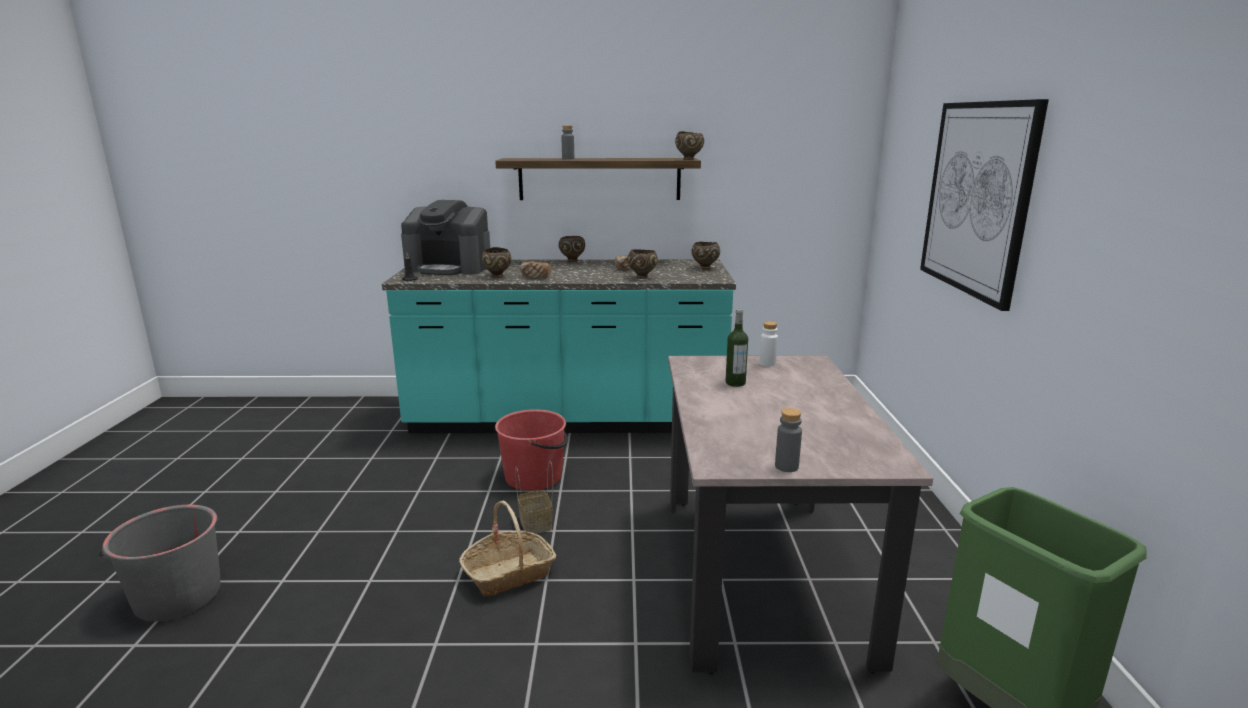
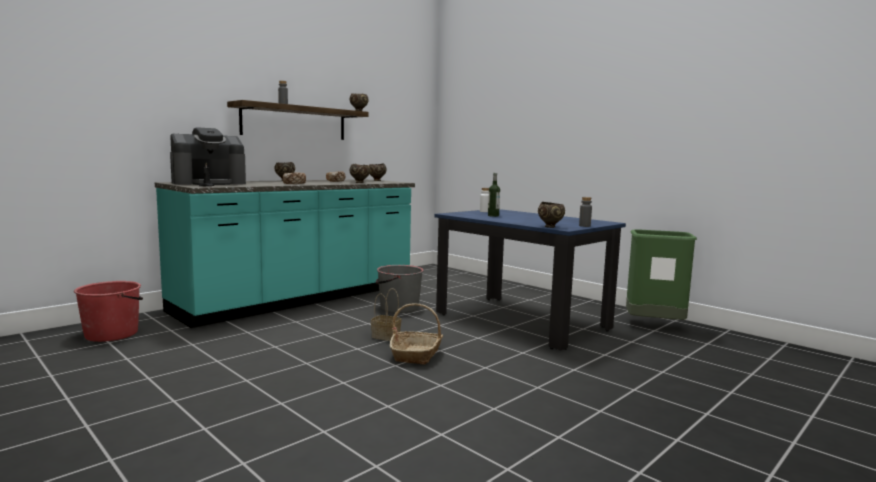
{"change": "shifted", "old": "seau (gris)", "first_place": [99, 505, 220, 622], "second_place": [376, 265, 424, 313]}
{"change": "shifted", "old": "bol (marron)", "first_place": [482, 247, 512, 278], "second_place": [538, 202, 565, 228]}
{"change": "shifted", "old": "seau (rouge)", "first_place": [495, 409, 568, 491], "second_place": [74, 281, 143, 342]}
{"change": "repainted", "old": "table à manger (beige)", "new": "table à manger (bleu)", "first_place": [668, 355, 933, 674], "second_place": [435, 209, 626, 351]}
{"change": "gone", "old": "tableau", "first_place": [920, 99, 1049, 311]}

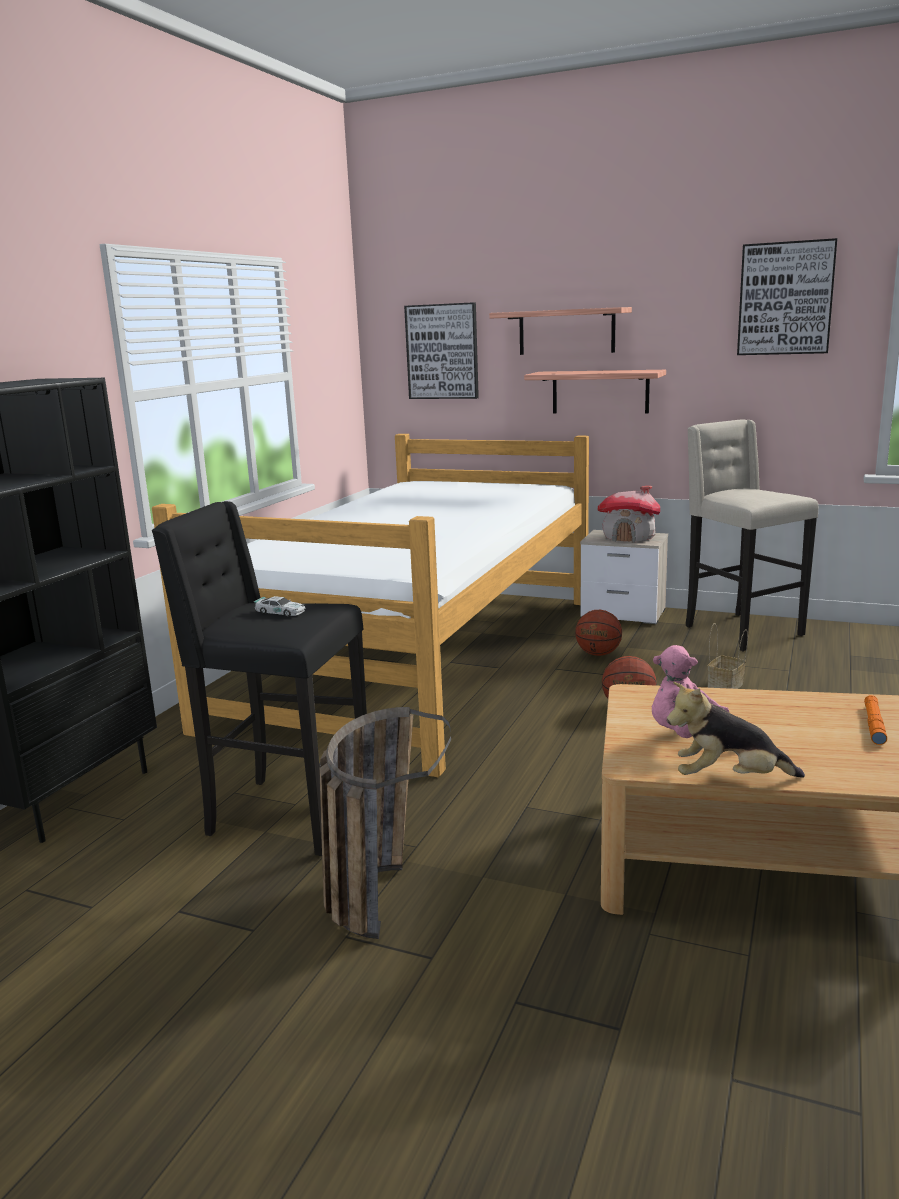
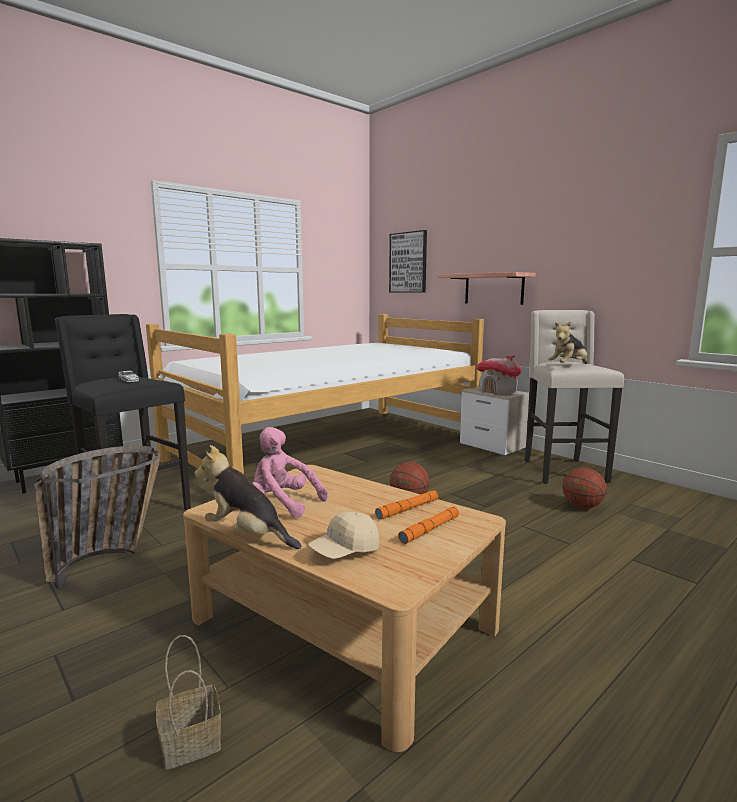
{"change": "gone", "old": "étagère", "first_place": [489, 307, 632, 355]}
{"change": "shifted", "old": "ballon de basket", "first_place": [575, 610, 622, 656], "second_place": [562, 467, 607, 509]}
{"change": "shifted", "old": "panier", "first_place": [707, 623, 748, 689], "second_place": [156, 635, 221, 770]}
{"change": "gone", "old": "tableau", "first_place": [737, 238, 837, 355]}
{"change": "new", "new": "casquette (beige)", "second_place": [308, 512, 379, 559]}
{"change": "new", "new": "lampe de poche (orange)", "second_place": [375, 490, 438, 520]}
{"change": "new", "new": "peluche", "second_place": [548, 321, 587, 364]}

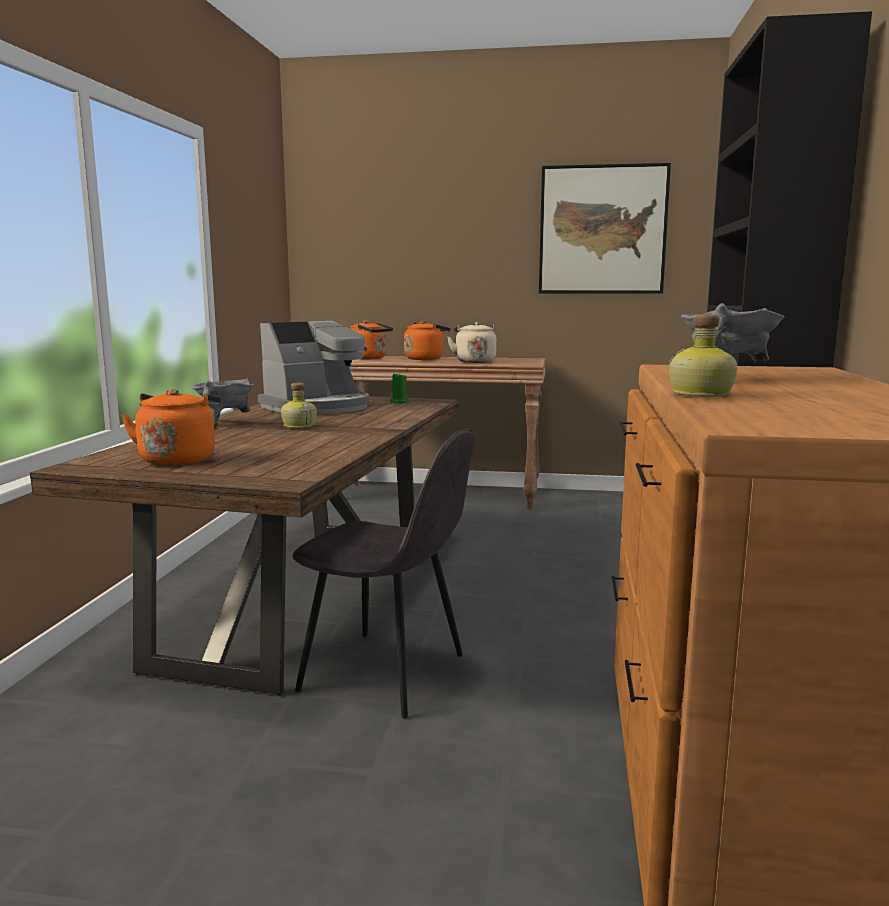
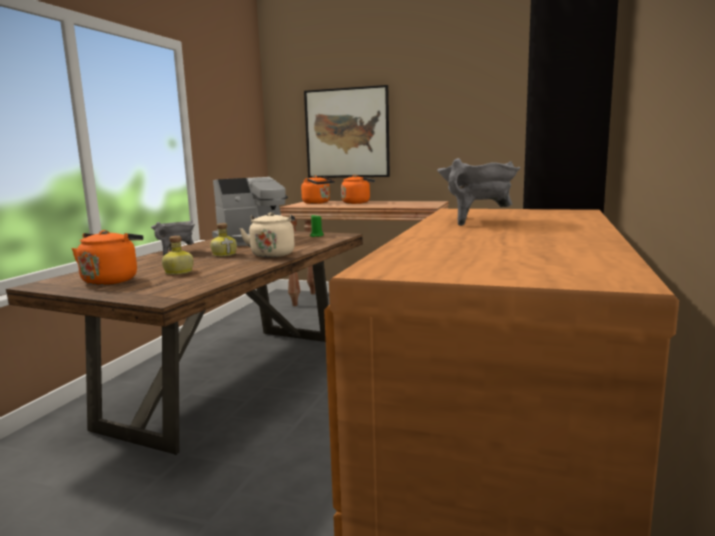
{"change": "gone", "old": "chaise (gris)", "first_place": [292, 429, 475, 718]}
{"change": "shifted", "old": "bouilloire (beige)", "first_place": [448, 322, 496, 363], "second_place": [240, 212, 295, 257]}
{"change": "shifted", "old": "tableau", "first_place": [539, 163, 671, 294], "second_place": [304, 85, 390, 178]}
{"change": "shifted", "old": "bouteille", "first_place": [669, 314, 738, 397], "second_place": [162, 236, 193, 275]}

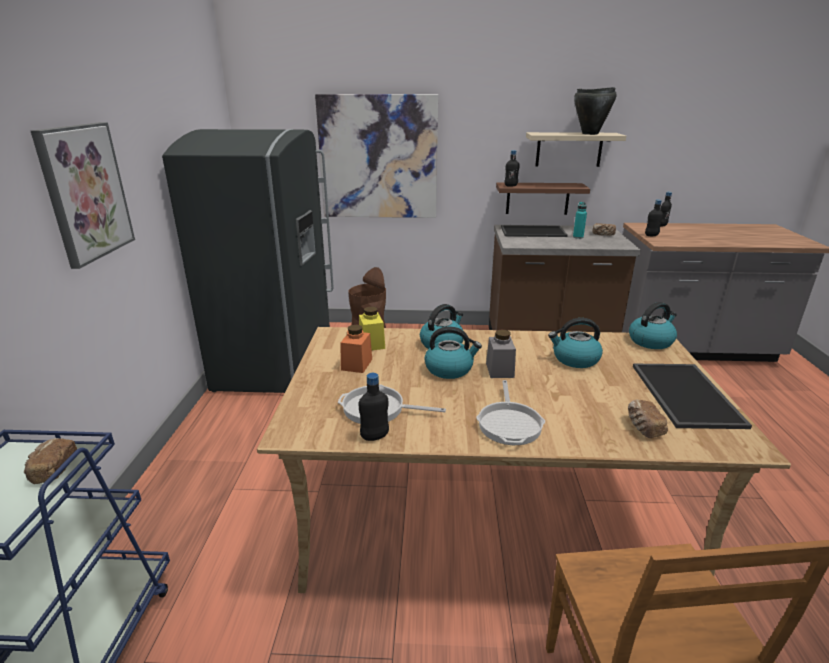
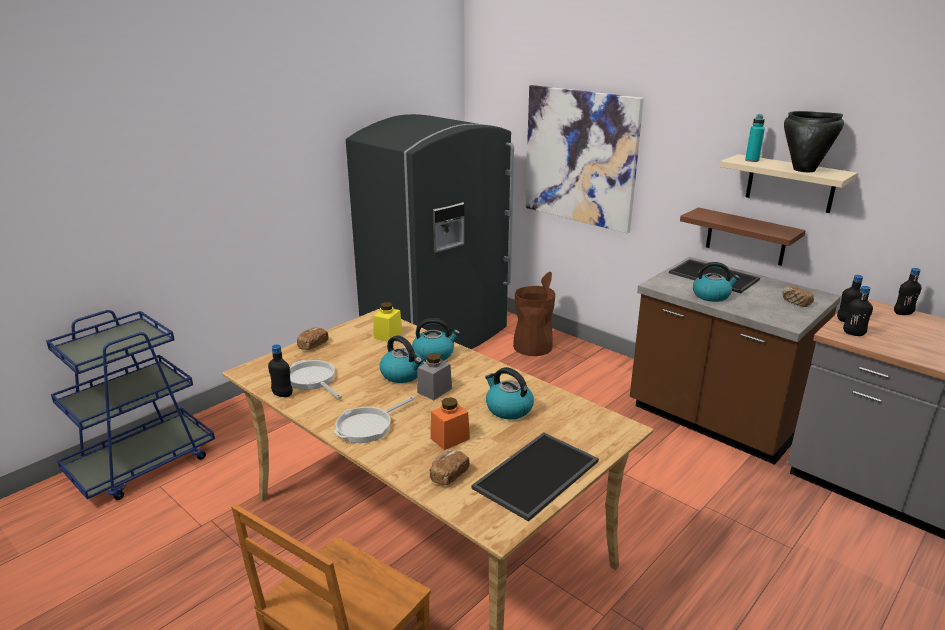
{"change": "shifted", "old": "pain", "first_place": [24, 438, 77, 484], "second_place": [297, 327, 329, 350]}
{"change": "gone", "old": "tableau", "first_place": [31, 122, 135, 269]}
{"change": "shifted", "old": "bocal (orange)", "first_place": [340, 325, 372, 373], "second_place": [430, 397, 470, 450]}
{"change": "shifted", "old": "bouteille (noir)", "first_place": [505, 150, 520, 186], "second_place": [843, 286, 873, 336]}
{"change": "shifted", "old": "bouteille (turquoise)", "first_place": [573, 202, 587, 239], "second_place": [745, 114, 765, 162]}
{"change": "shifted", "old": "bouilloire", "first_place": [629, 302, 677, 349], "second_place": [693, 262, 740, 302]}

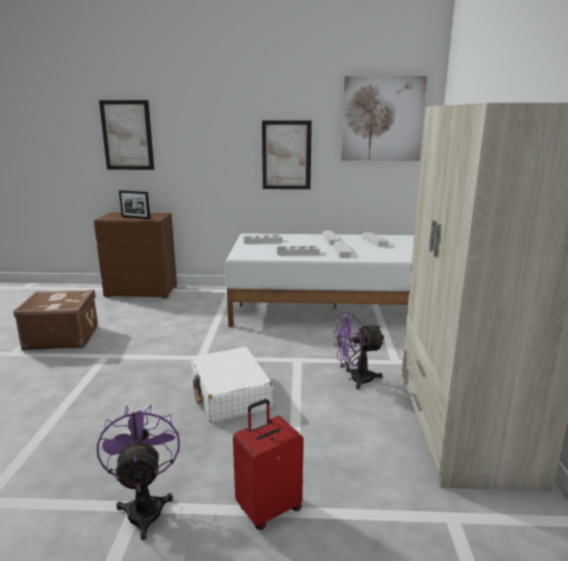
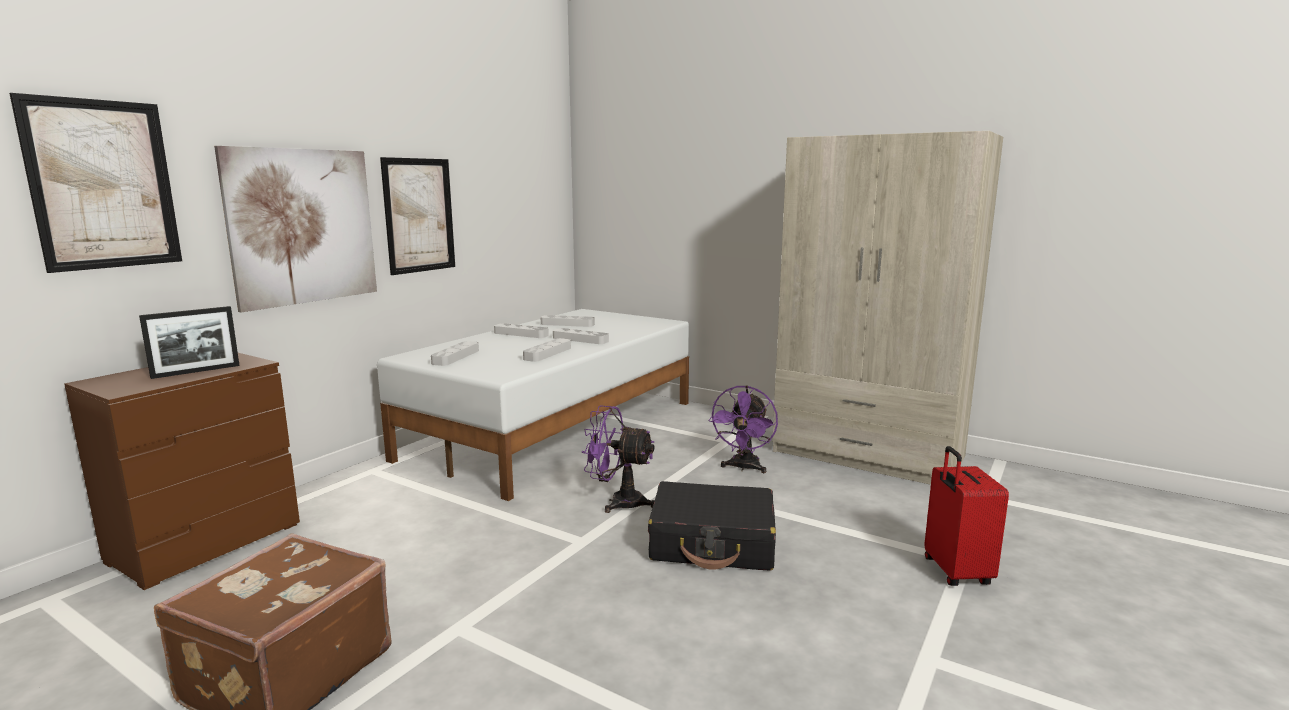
{"change": "shifted", "old": "ventilateur (violet)", "first_place": [97, 404, 180, 540], "second_place": [582, 405, 655, 513]}
{"change": "repainted", "old": "valise (blanc)", "new": "valise (noir)", "first_place": [191, 347, 273, 423], "second_place": [648, 481, 776, 570]}
{"change": "shifted", "old": "tableau", "first_place": [341, 76, 427, 161], "second_place": [214, 146, 377, 313]}

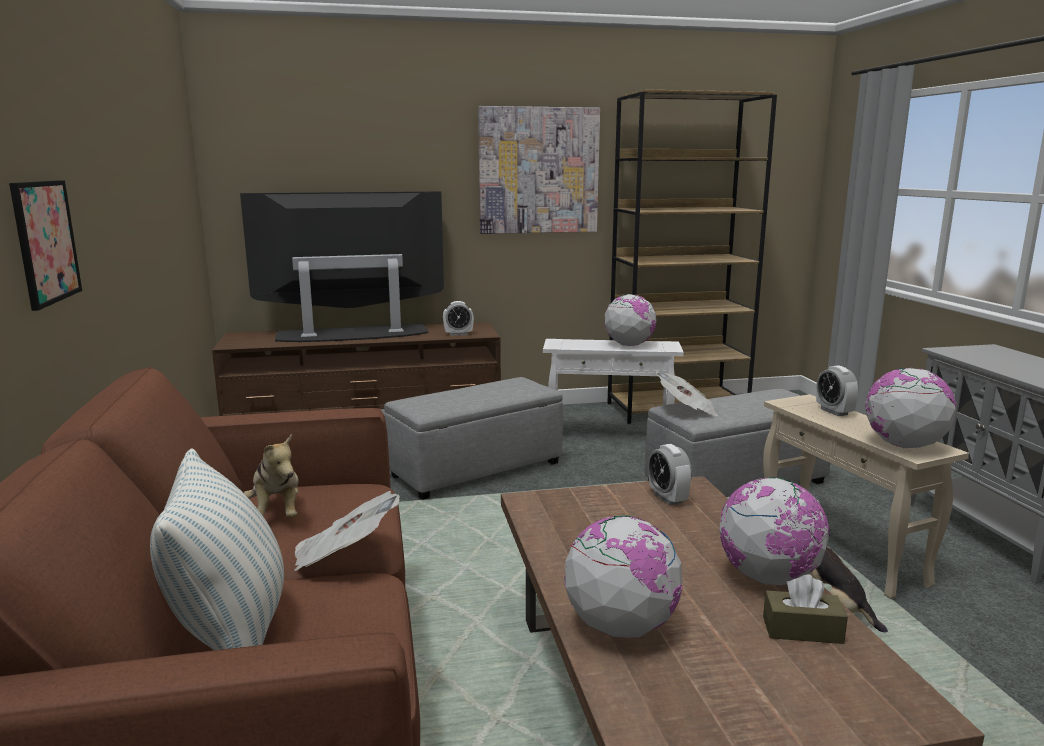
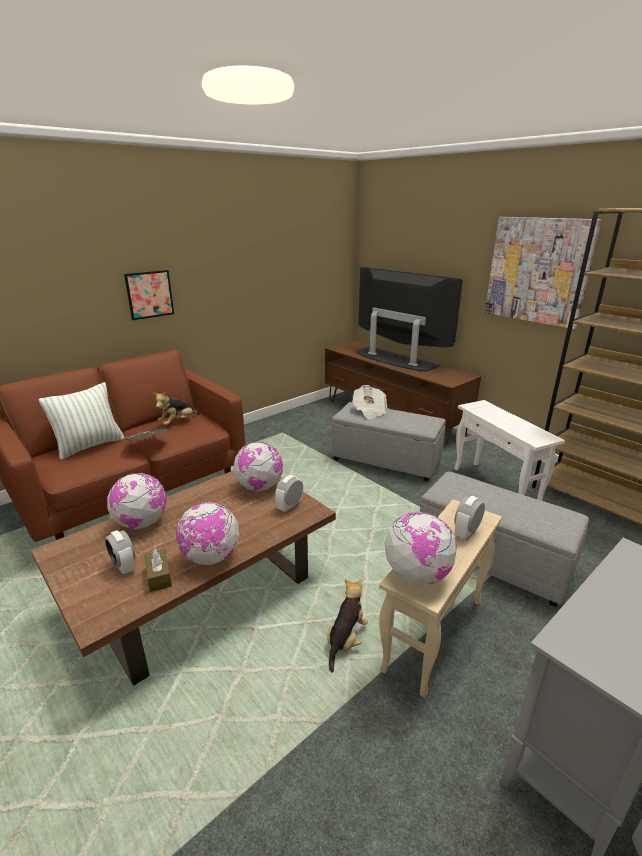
{"change": "shifted", "old": "réveil", "first_place": [443, 301, 474, 336], "second_place": [105, 530, 136, 575]}
{"change": "shifted", "old": "globe", "first_place": [604, 294, 656, 346], "second_place": [233, 442, 283, 491]}
{"change": "shifted", "old": "journal", "first_place": [655, 371, 718, 416], "second_place": [352, 385, 387, 419]}

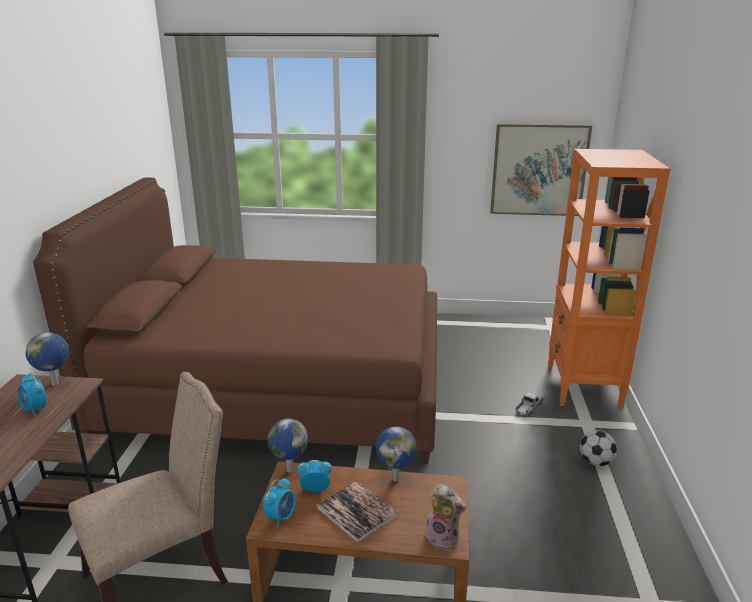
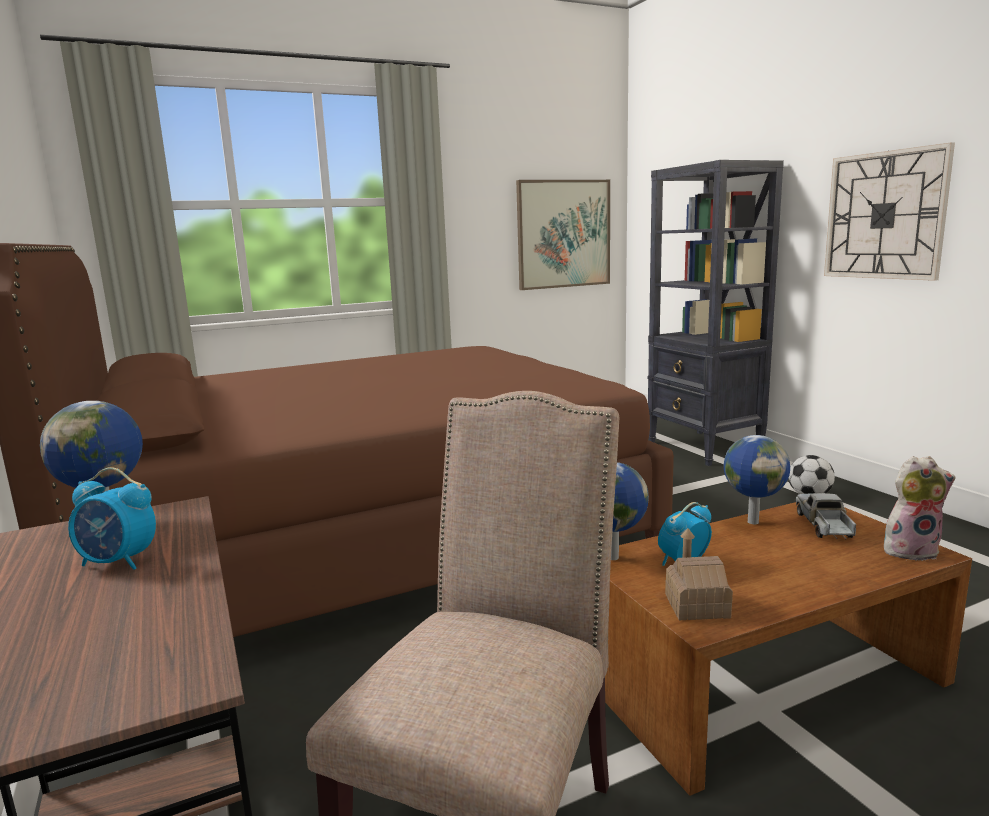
{"change": "swapped", "old": "réveil", "new": "maison miniature", "first_place": [263, 478, 296, 528], "second_place": [665, 528, 733, 620]}
{"change": "gone", "old": "livre", "first_place": [317, 481, 399, 543]}
{"change": "shifted", "old": "camion jouet", "first_place": [516, 391, 544, 416], "second_place": [796, 493, 857, 539]}
{"change": "repainted", "old": "bibliothèque (orange)", "new": "bibliothèque (noir)", "first_place": [548, 149, 670, 409], "second_place": [648, 160, 784, 466]}
{"change": "new", "new": "horloge murale", "second_place": [824, 142, 955, 281]}

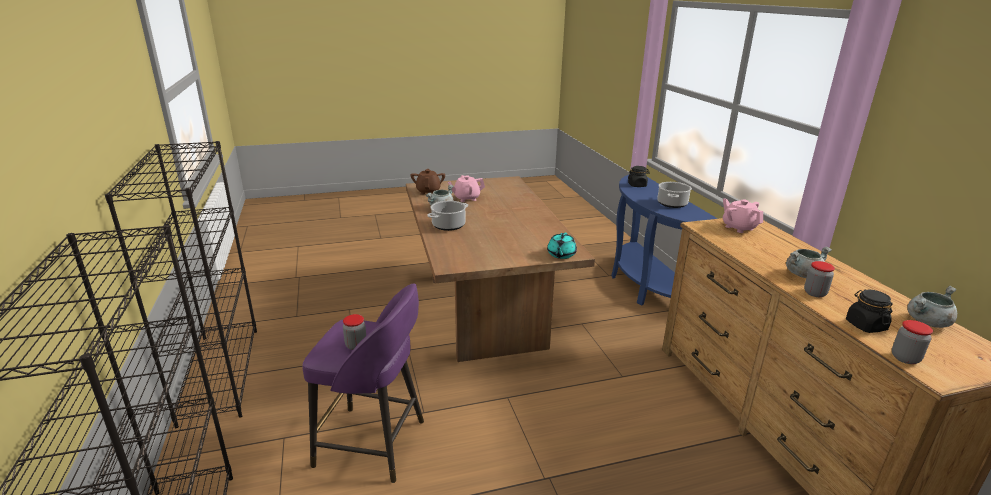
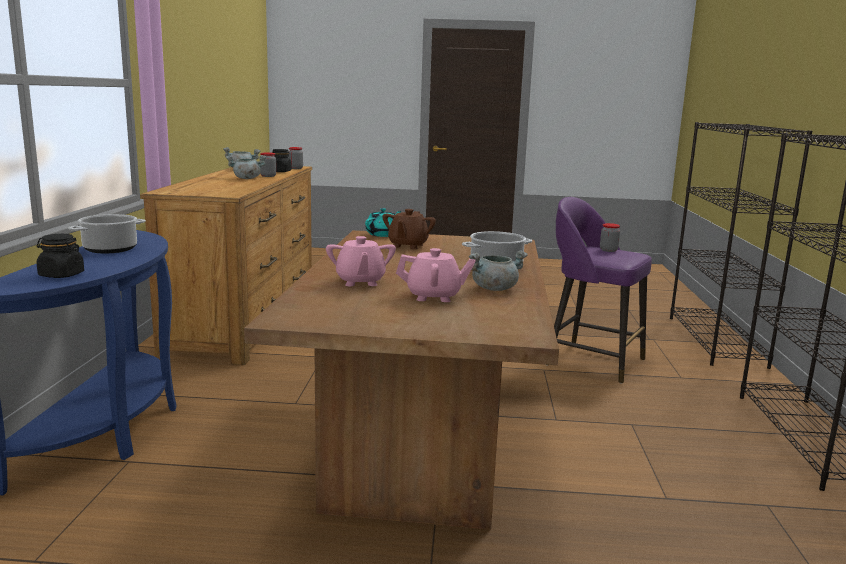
{"change": "shifted", "old": "théière (marron)", "first_place": [410, 169, 445, 195], "second_place": [382, 209, 436, 249]}
{"change": "shifted", "old": "théière (rose)", "first_place": [723, 199, 763, 233], "second_place": [326, 236, 396, 286]}

